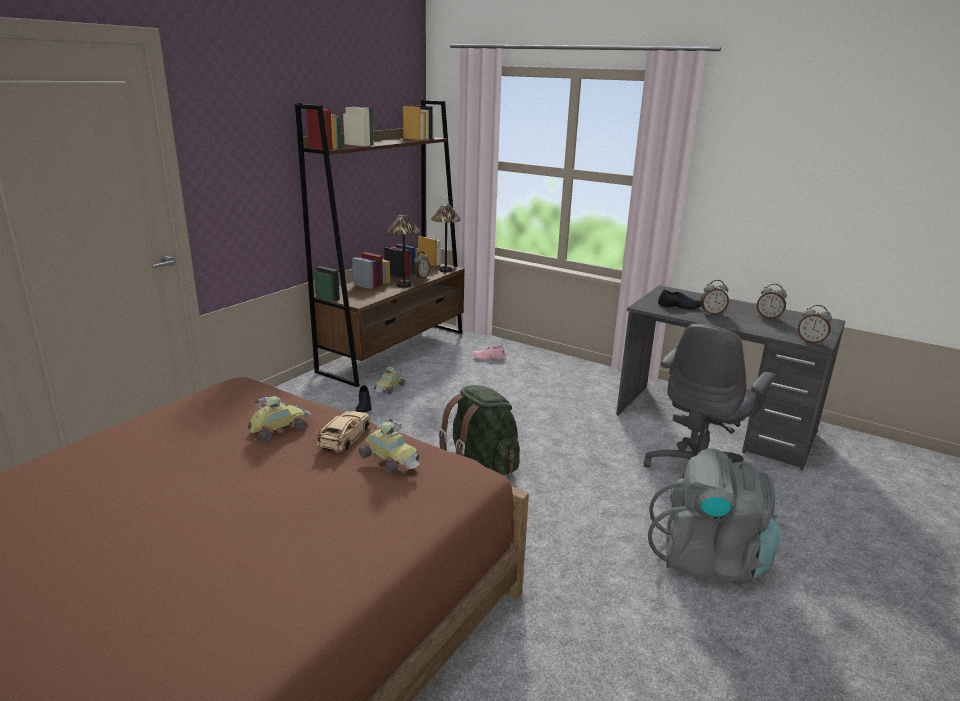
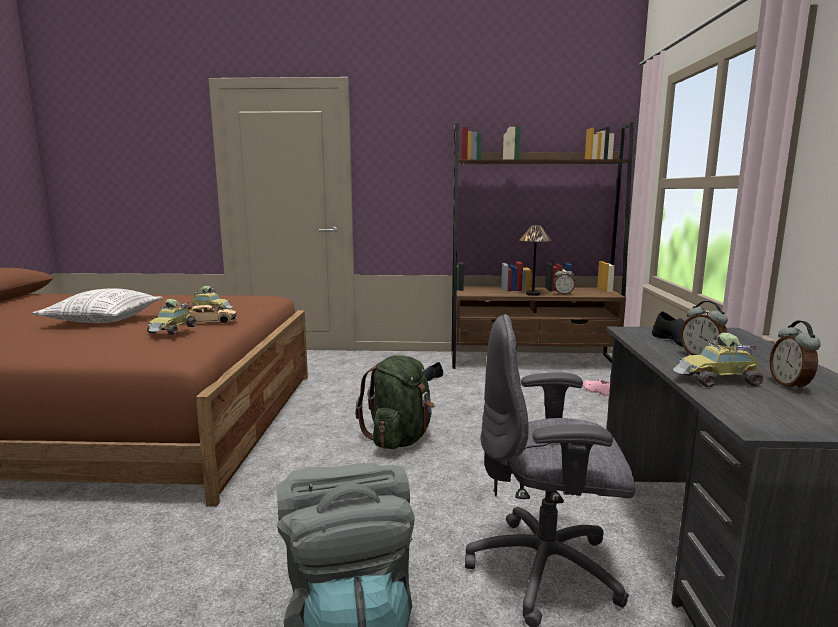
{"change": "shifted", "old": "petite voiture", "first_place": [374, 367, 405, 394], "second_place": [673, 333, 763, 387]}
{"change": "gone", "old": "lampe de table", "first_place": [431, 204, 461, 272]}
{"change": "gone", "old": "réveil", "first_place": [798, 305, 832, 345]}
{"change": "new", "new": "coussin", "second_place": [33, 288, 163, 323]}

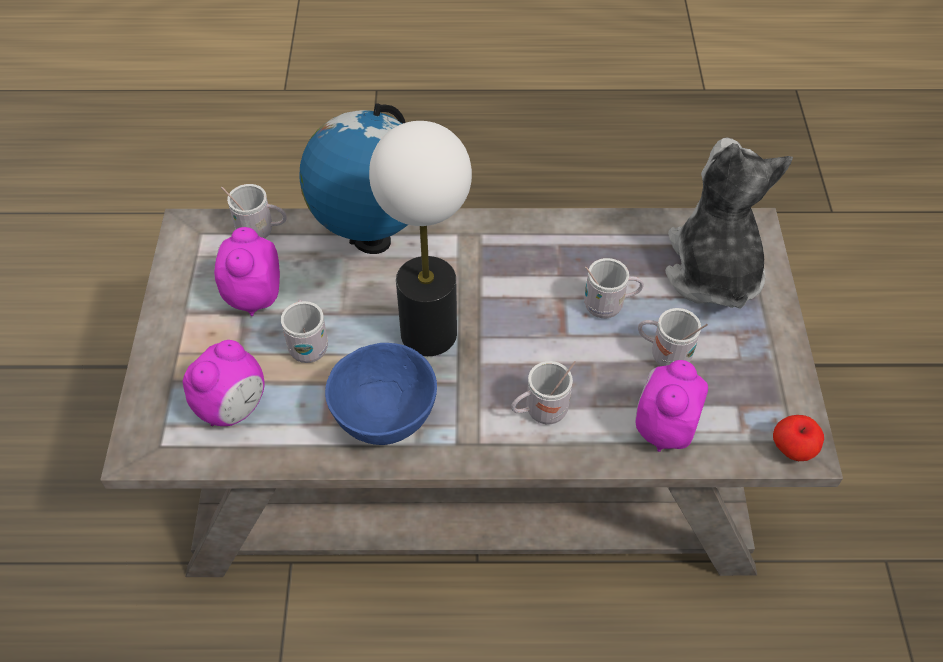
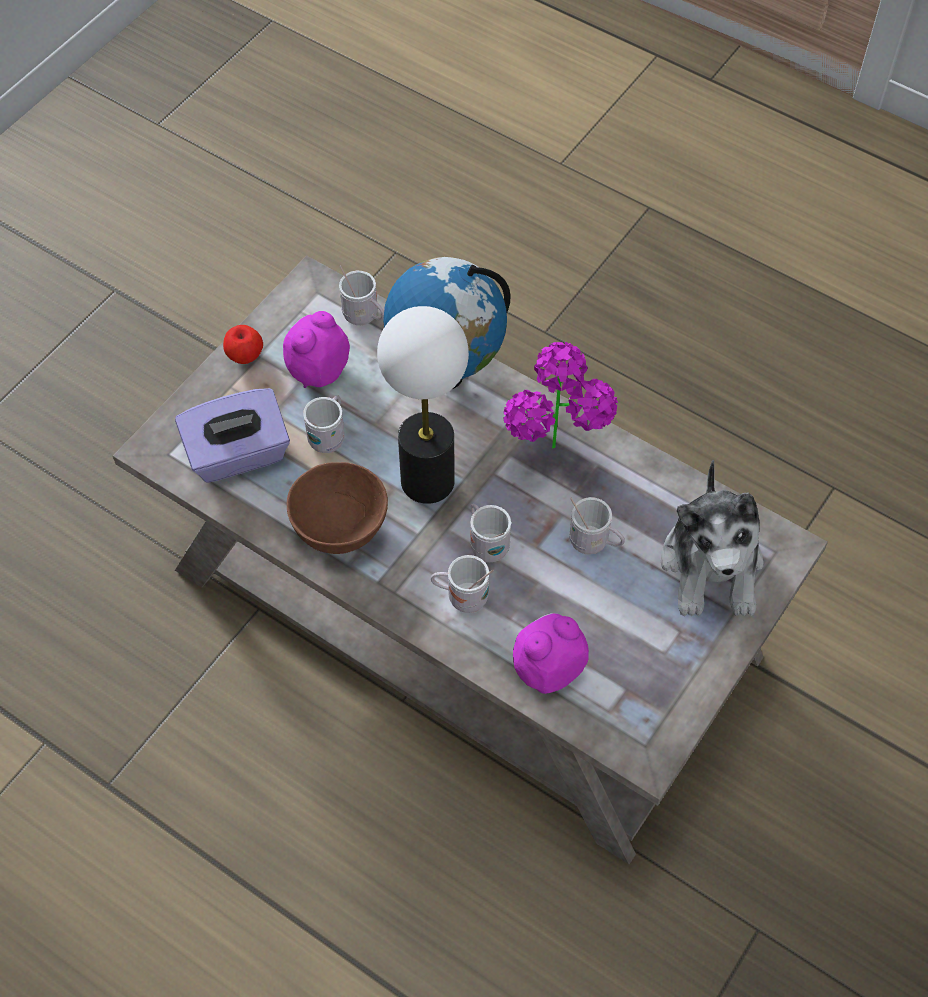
{"change": "swapped", "old": "réveil", "new": "boîte à mouchoirs (violet)", "first_place": [183, 340, 265, 426], "second_place": [175, 388, 290, 483]}
{"change": "repainted", "old": "bol (bleu)", "new": "bol (marron)", "first_place": [325, 343, 437, 445], "second_place": [287, 462, 388, 554]}
{"change": "shifted", "old": "mug (blanc)", "first_place": [638, 308, 708, 366], "second_place": [470, 504, 511, 562]}
{"change": "rotated", "old": "peluche", "first_place": [665, 137, 793, 309], "second_place": [661, 460, 764, 616], "degrees": 150}
{"change": "shifted", "old": "pomme", "first_place": [773, 415, 824, 461], "second_place": [223, 325, 263, 364]}
{"change": "new", "new": "plante en pot", "second_place": [503, 342, 618, 449]}

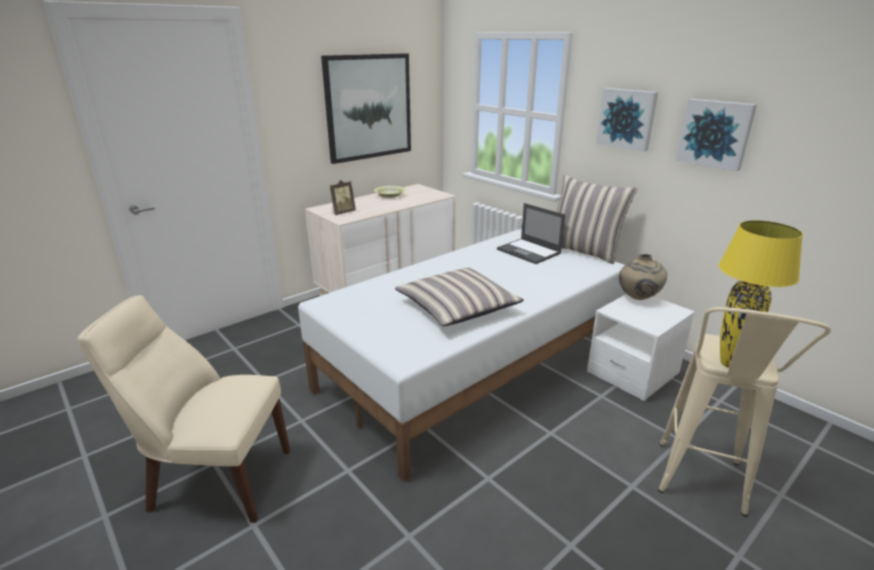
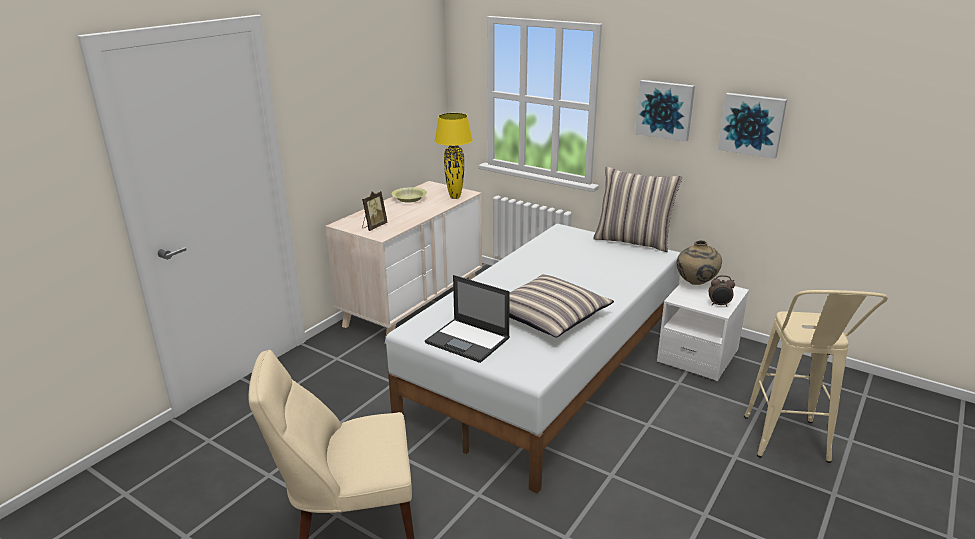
{"change": "gone", "old": "tableau", "first_place": [321, 53, 411, 164]}
{"change": "shifted", "old": "ordinateur portable", "first_place": [497, 203, 565, 264], "second_place": [425, 275, 510, 363]}
{"change": "shifted", "old": "lampe de table (jaune)", "first_place": [718, 220, 803, 368], "second_place": [435, 113, 473, 199]}
{"change": "new", "new": "réveil", "second_place": [709, 275, 735, 307]}

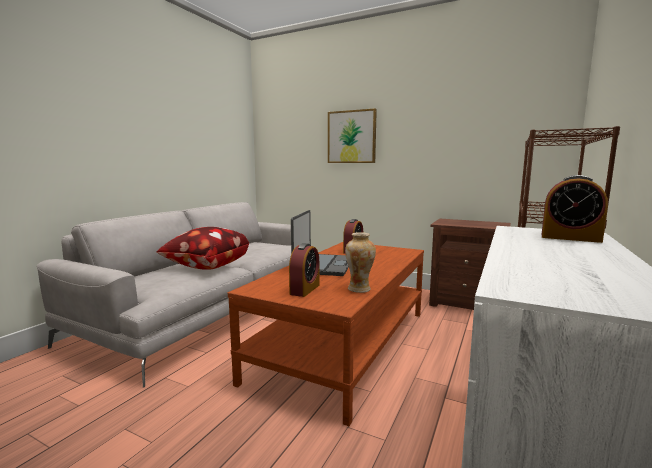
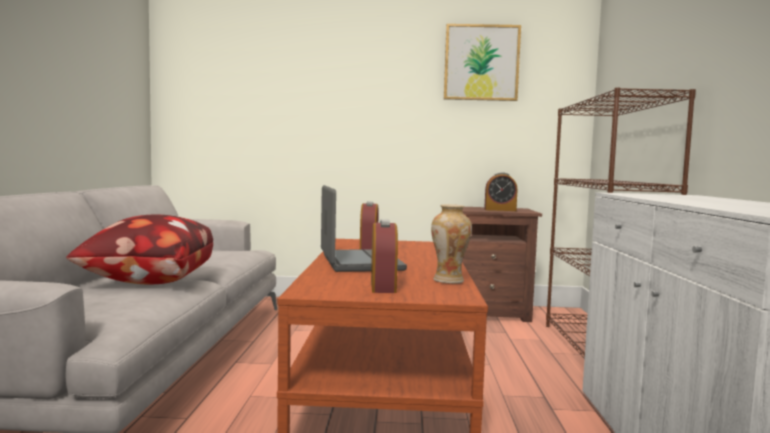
{"change": "shifted", "old": "tableau", "first_place": [328, 108, 377, 163], "second_place": [444, 24, 521, 101]}
{"change": "shifted", "old": "réveil", "first_place": [542, 175, 608, 243], "second_place": [484, 172, 517, 211]}

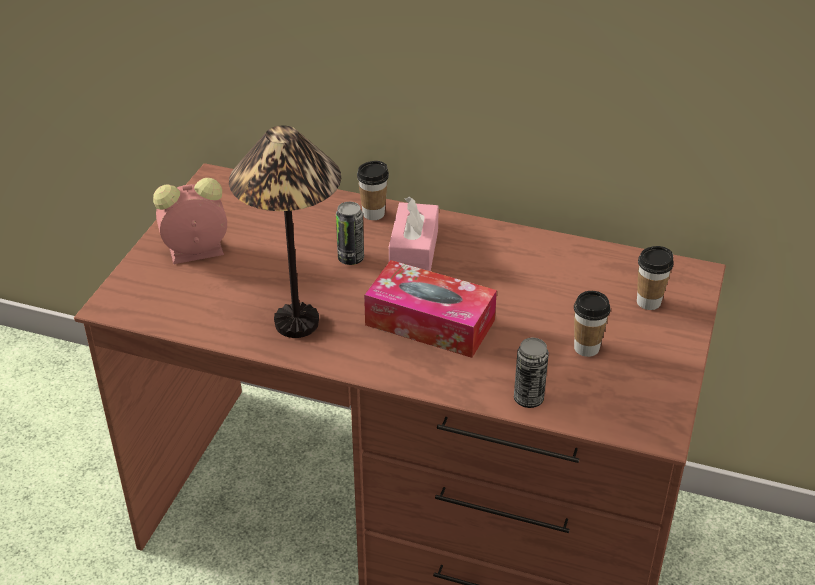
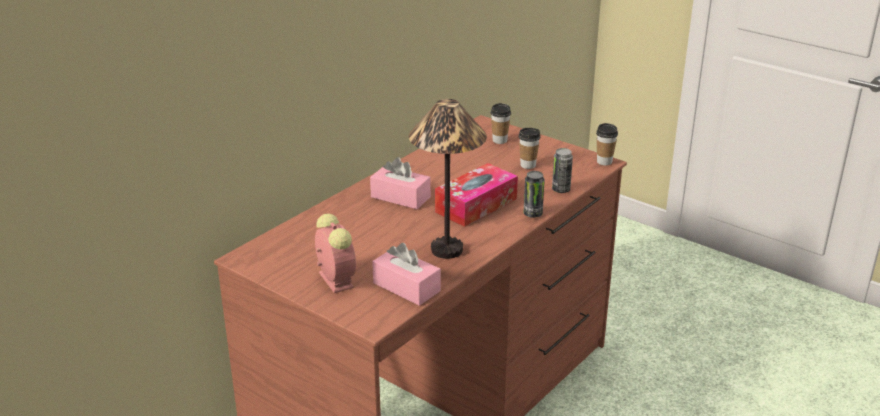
{"change": "rotated", "old": "réveil", "first_place": [153, 178, 227, 264], "second_place": [315, 213, 356, 293], "degrees": 150}
{"change": "shifted", "old": "boîte métallique", "first_place": [336, 202, 364, 265], "second_place": [524, 171, 545, 218]}
{"change": "shifted", "old": "tasse", "first_place": [357, 161, 389, 220], "second_place": [596, 123, 618, 166]}
{"change": "new", "new": "boîte à mouchoirs (rose)", "second_place": [372, 243, 441, 306]}

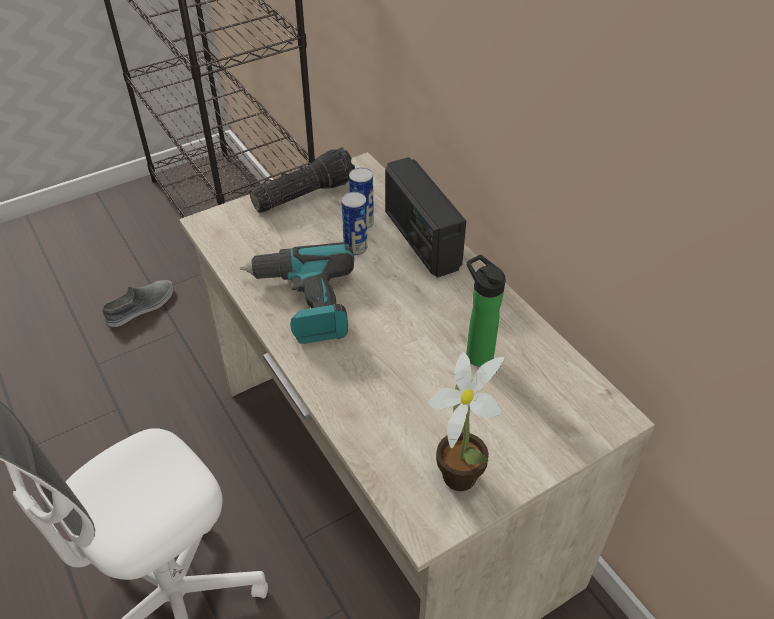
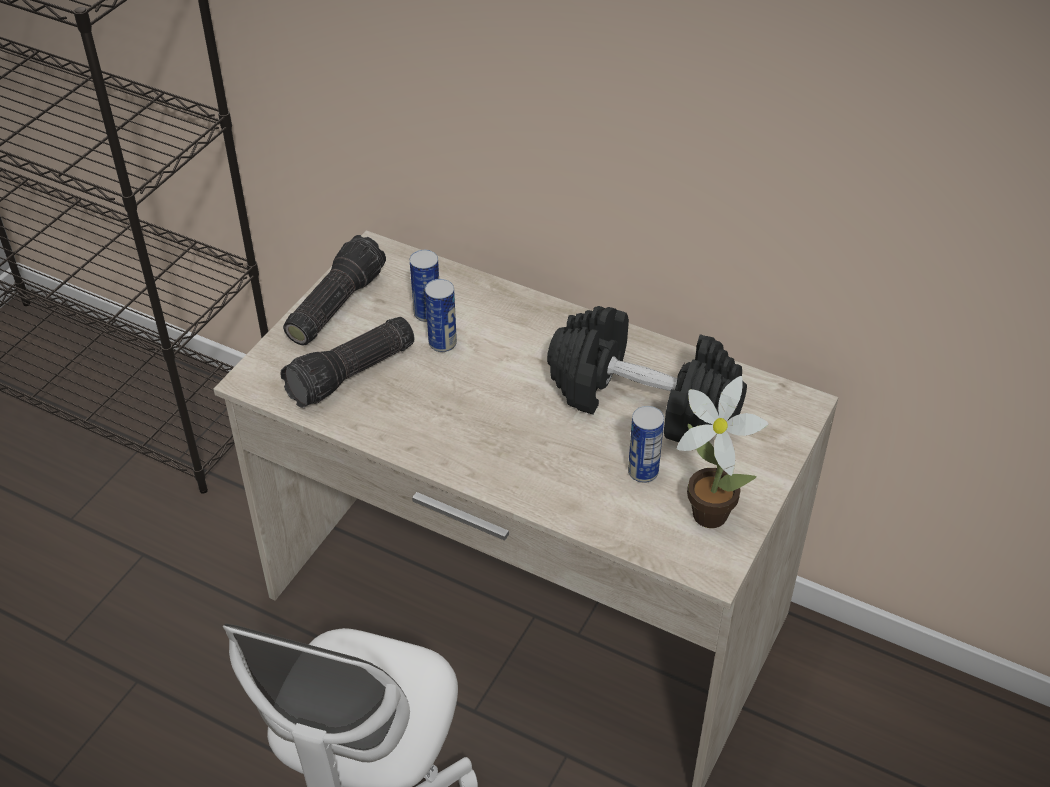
{"change": "gone", "old": "chaussure (gris)", "first_place": [103, 280, 173, 327]}
{"change": "gone", "old": "perceuse", "first_place": [240, 242, 354, 344]}
{"change": "gone", "old": "radio", "first_place": [385, 157, 466, 277]}
{"change": "swapped", "old": "bouteille", "new": "haltère (noir)", "first_place": [466, 255, 506, 367], "second_place": [547, 306, 747, 442]}
{"change": "new", "new": "lampe de poche", "second_place": [281, 317, 414, 408]}
{"change": "new", "new": "boîte métallique", "second_place": [628, 406, 664, 483]}

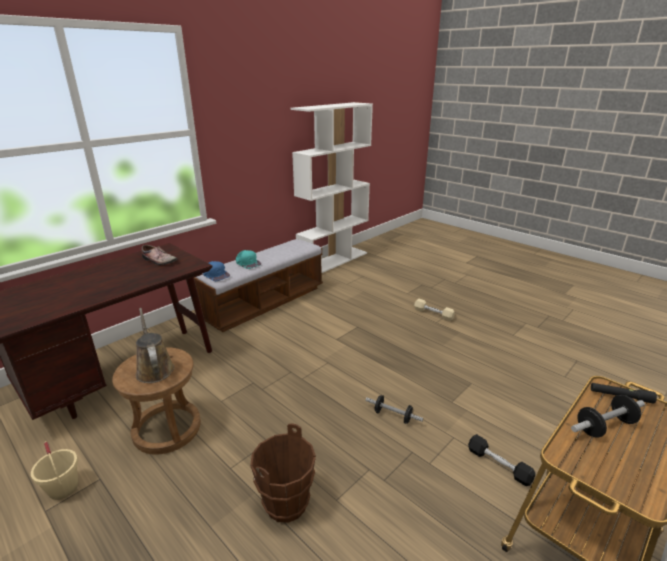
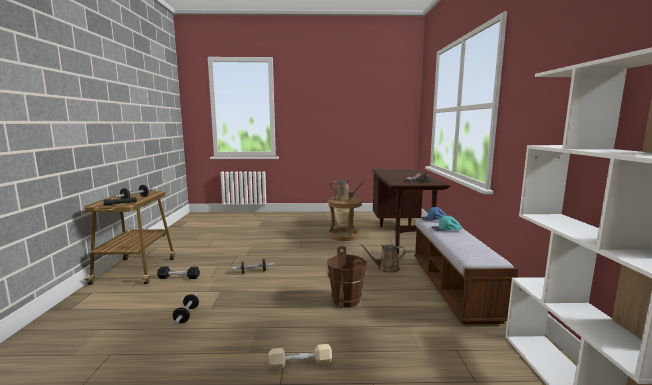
{"change": "shifted", "old": "seau (marron)", "first_place": [250, 423, 316, 523], "second_place": [327, 246, 367, 307]}
{"change": "new", "new": "haltère", "second_place": [173, 294, 199, 325]}
{"change": "new", "new": "arrosoir (marron)", "second_place": [359, 243, 406, 273]}

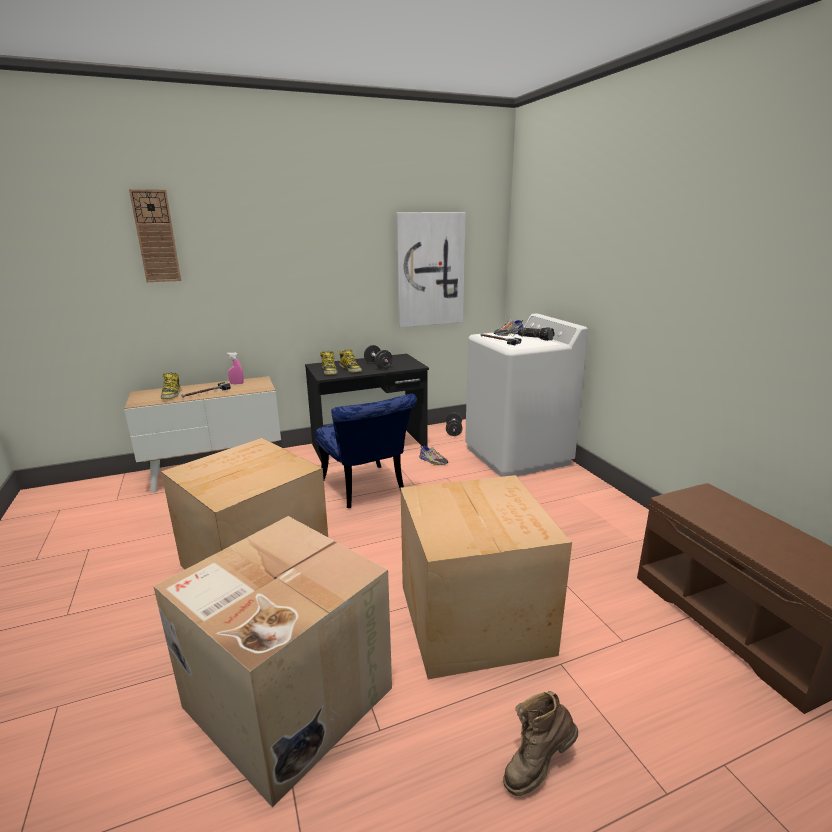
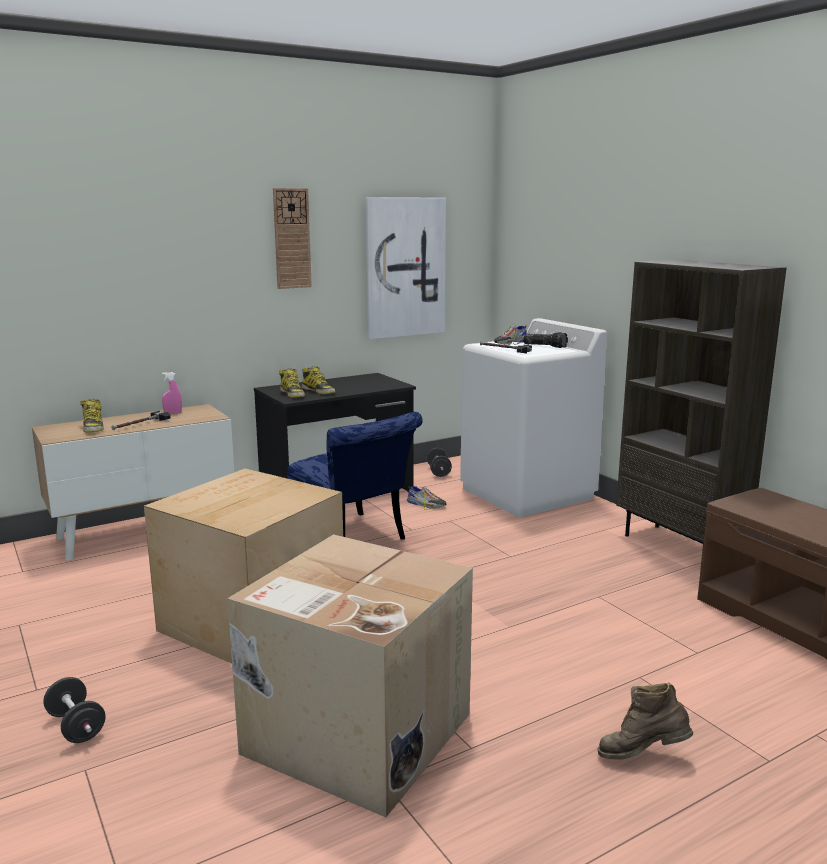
{"change": "shifted", "old": "horloge murale", "first_place": [129, 189, 181, 282], "second_place": [273, 188, 312, 289]}
{"change": "shifted", "old": "haltère (noir)", "first_place": [364, 345, 393, 369], "second_place": [43, 677, 105, 743]}
{"change": "gone", "old": "carton", "first_place": [401, 475, 572, 679]}
{"change": "rotated", "old": "botte (marron)", "first_place": [503, 691, 578, 796], "second_place": [597, 682, 693, 760], "degrees": 45}
{"change": "new", "new": "bibliothèque (marron)", "second_place": [616, 259, 786, 570]}

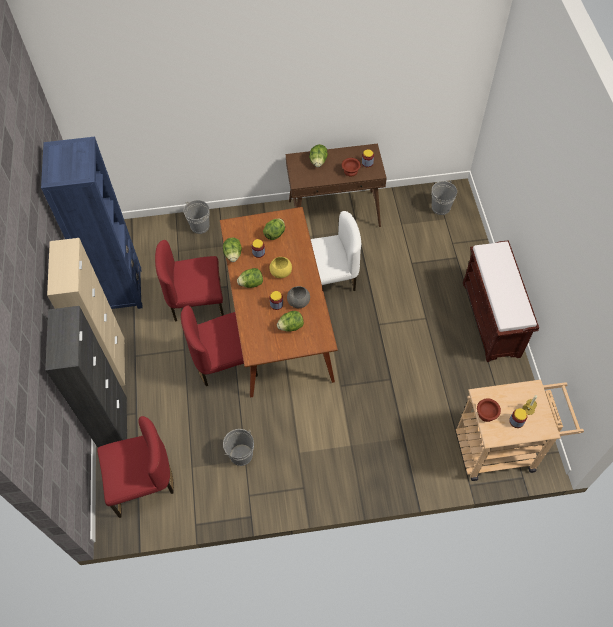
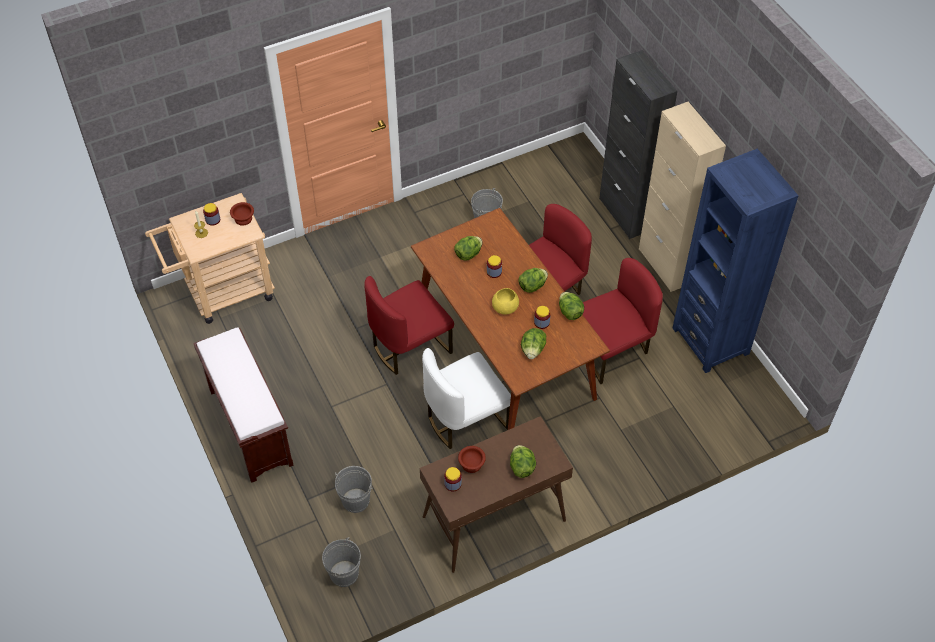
{"change": "shifted", "old": "chaise (rouge)", "first_place": [97, 416, 174, 518], "second_place": [364, 276, 454, 375]}
{"change": "shifted", "old": "seau (gris)", "first_place": [184, 200, 210, 234], "second_place": [335, 466, 373, 513]}
{"change": "gone", "old": "bol (gris)", "first_place": [287, 286, 310, 308]}

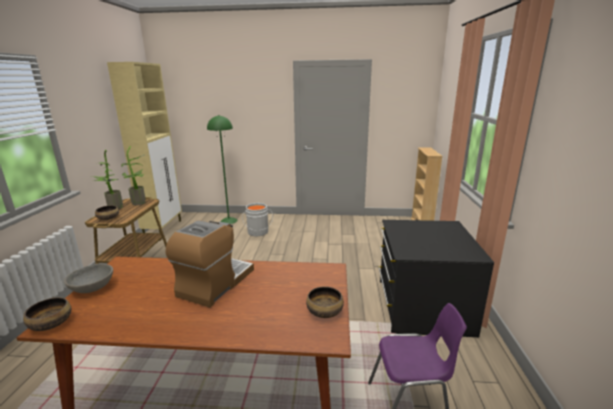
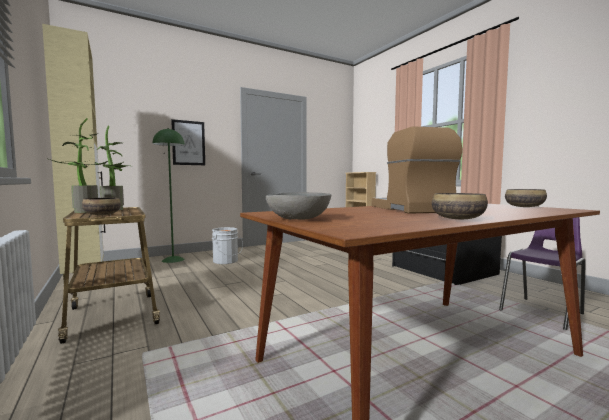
{"change": "shifted", "old": "bol", "first_place": [23, 297, 71, 331], "second_place": [432, 193, 488, 219]}
{"change": "new", "new": "tableau", "second_place": [171, 119, 205, 165]}

